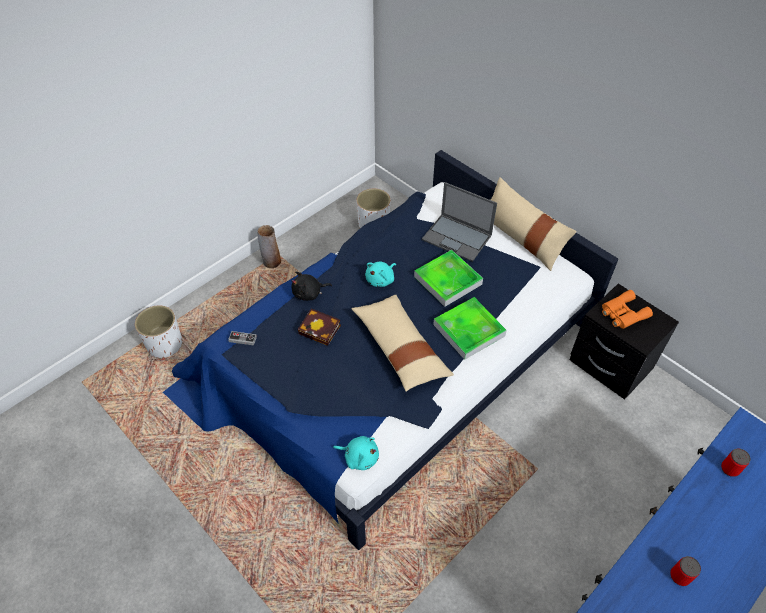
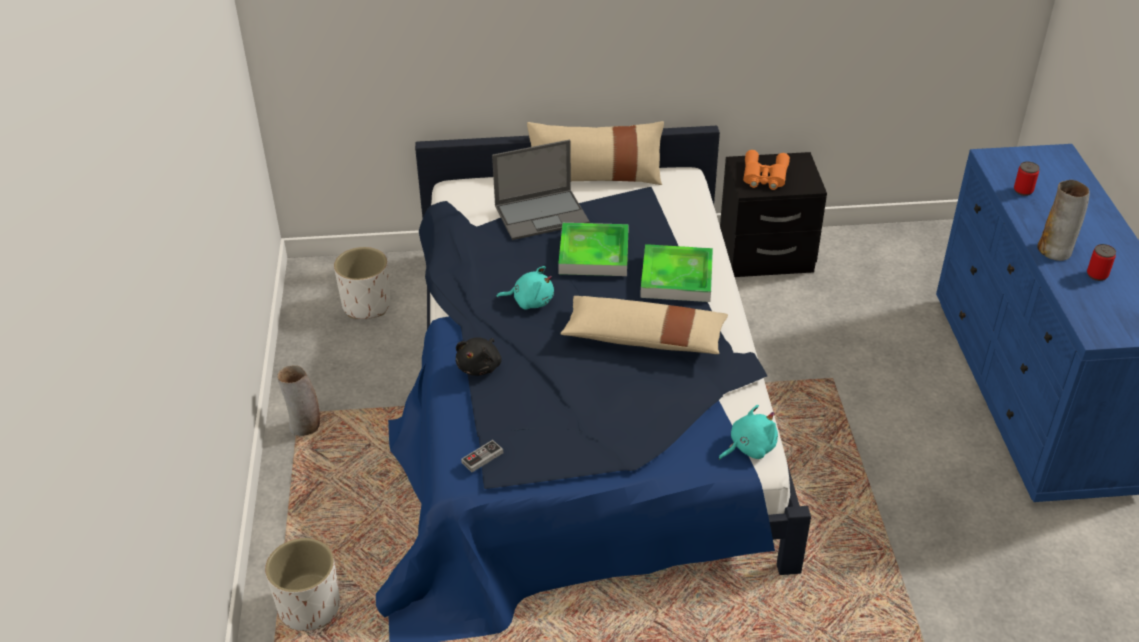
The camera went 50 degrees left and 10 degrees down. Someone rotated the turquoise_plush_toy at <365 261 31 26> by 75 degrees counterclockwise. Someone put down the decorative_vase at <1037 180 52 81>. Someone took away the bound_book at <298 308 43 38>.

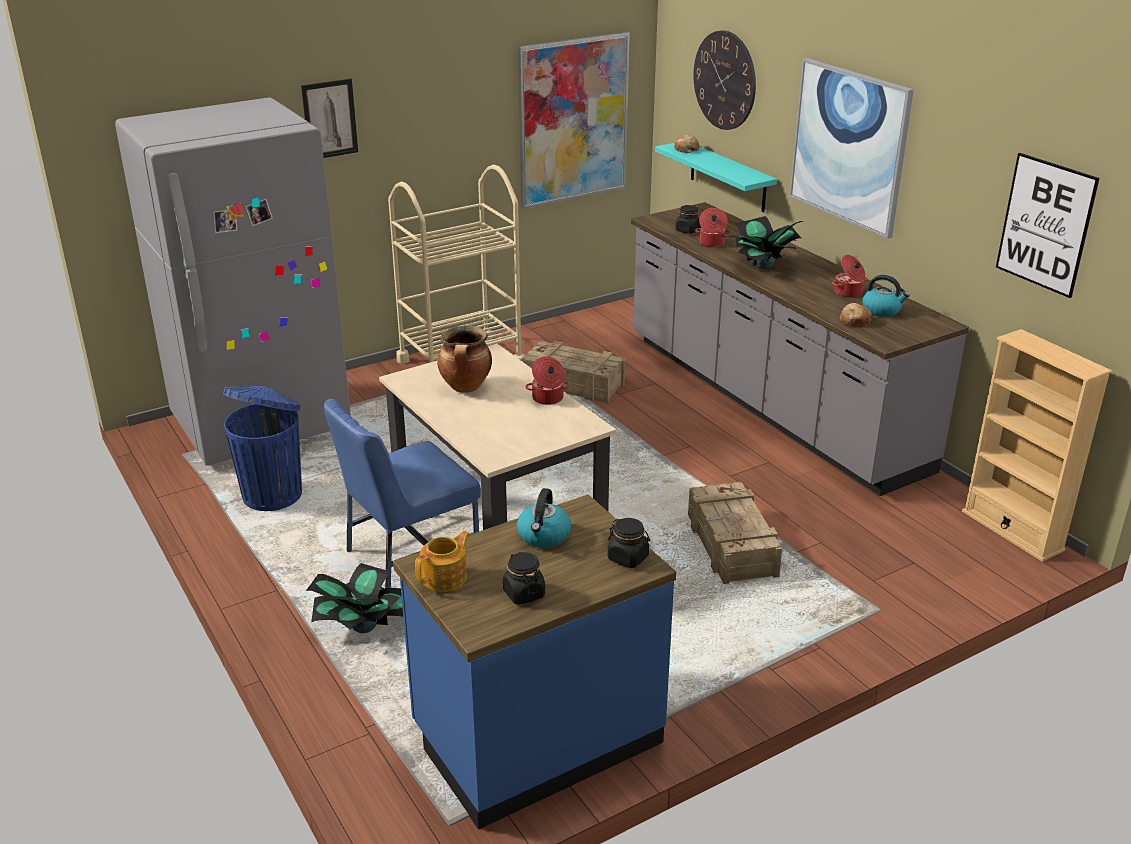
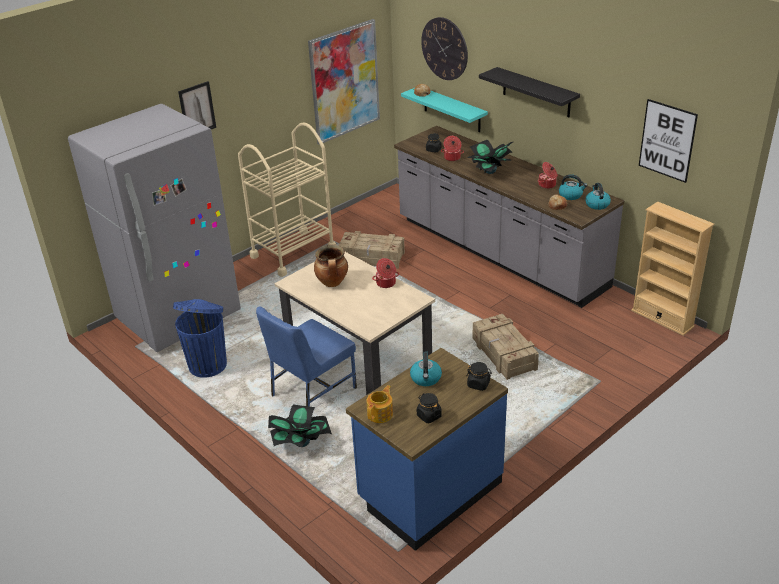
The camera went 10 degrees left and 5 degrees up. Someone swapped the wall_picture at <789 58 125 181> for the black_wall_shelf at <479 67 101 50>. Someone put down the tea_kettle at <585 183 26 27>.

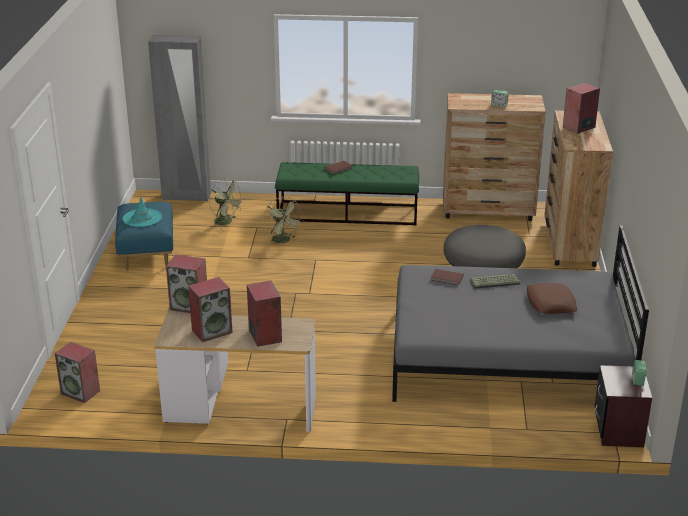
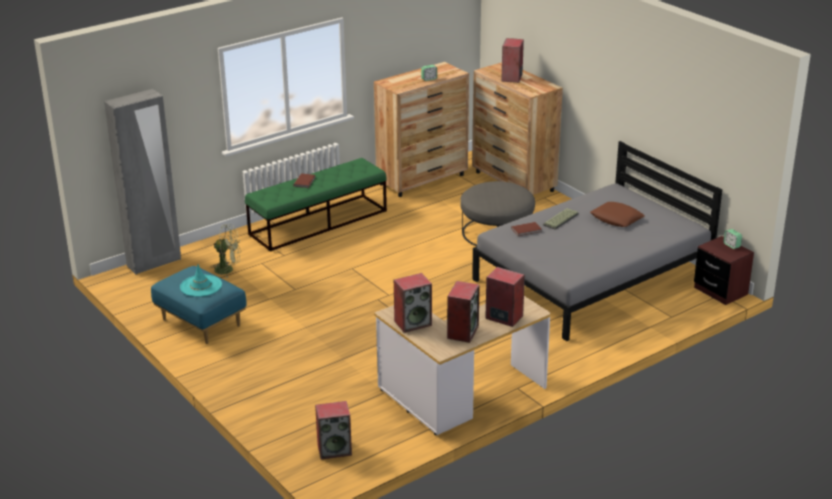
The camera went 40 degrees left and 0 degrees up. Someone took away the green-coloured_cooling_fan at <263 197 40 49>.

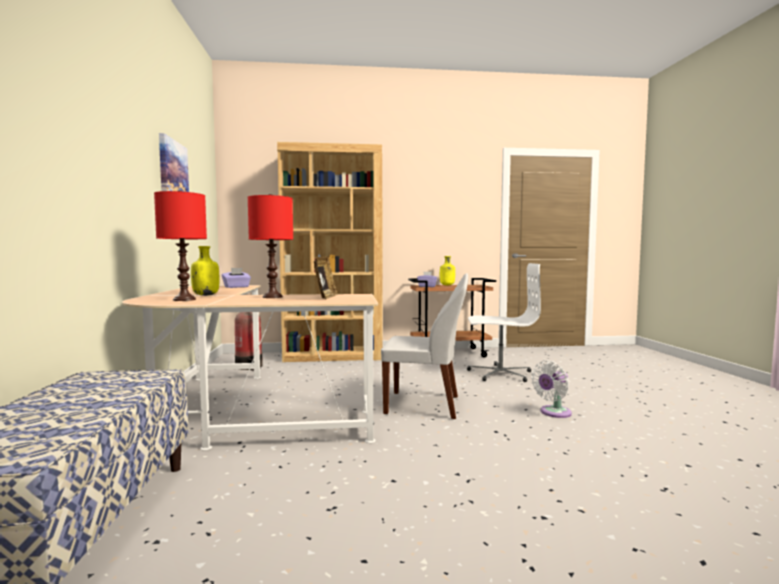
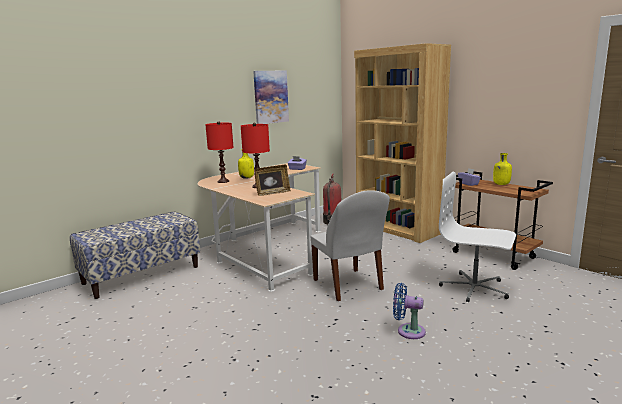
The camera went 55 degrees right and 10 degrees up. Someone repainted the whitish_cooling_fan at <531 361 41 57>, which became the blue-coloured_cooling_fan at <393 283 33 56>. Someone rotated the whitish_desk_chair at <467 263 74 119> by 150 degrees clockwise.

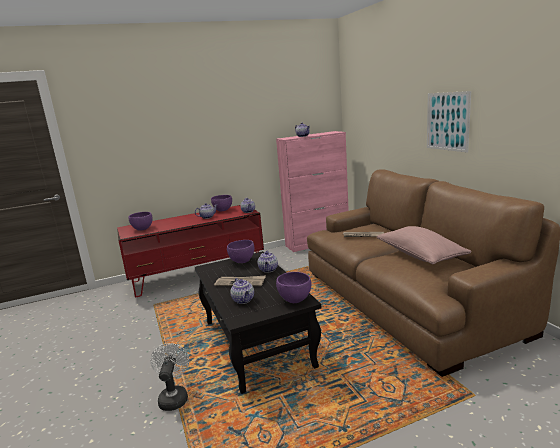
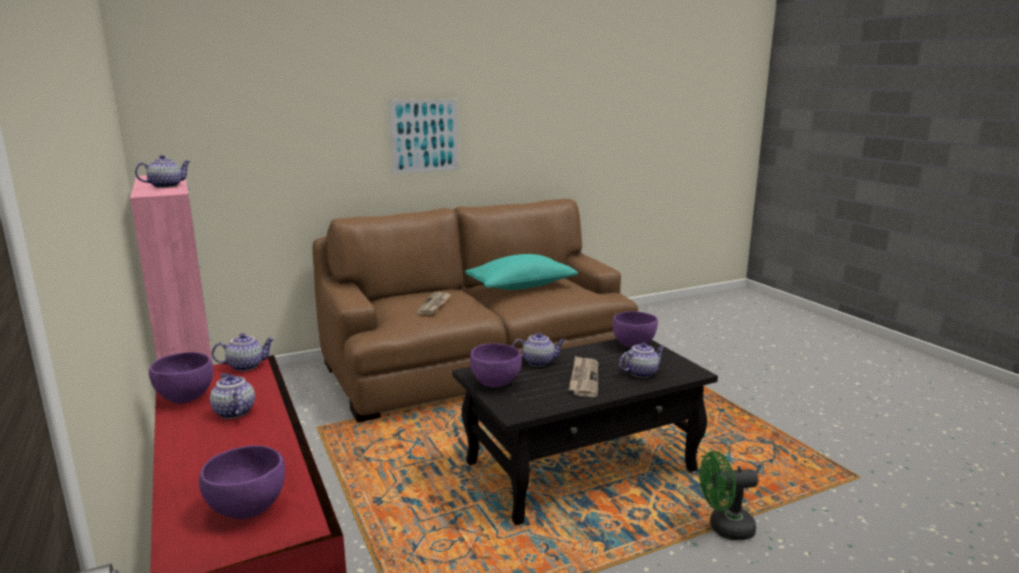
The camera went 95 degrees left and 0 degrees up. Someone repainted the pink_pillow at <376 226 96 38>, which became the turquoise_pillow at <465 254 113 36>. Someone repainted the whitish_cooling_fan at <151 343 38 68>, which became the green-coloured_cooling_fan at <700 451 58 89>.

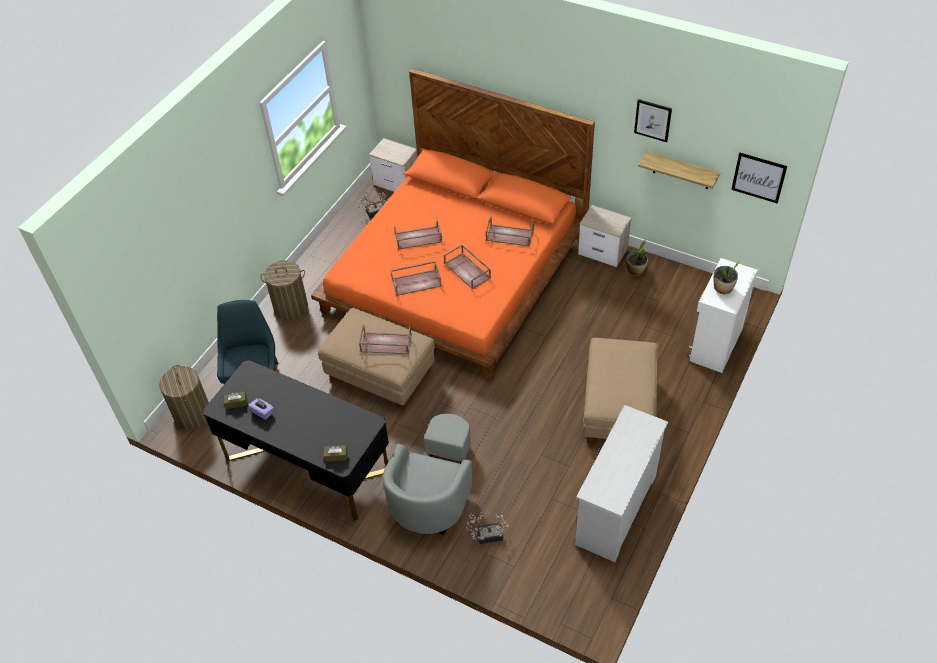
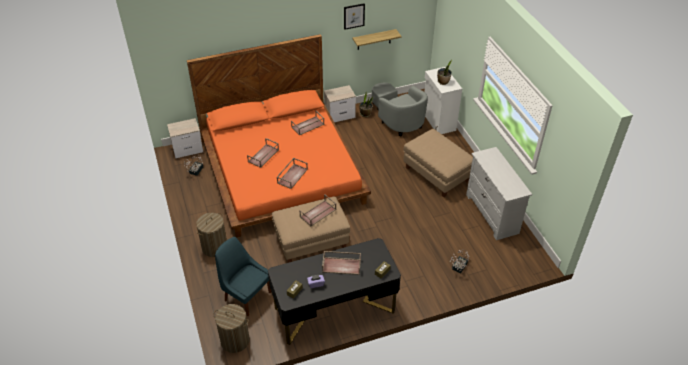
The camera went 50 degrees left and 5 degrees down. Someone carried the brown_serving_tray from <444 244 47 46> to <322 251 39 24>. Someone carried the greyish_lounge_chair from <383 414 89 122> to <372 82 56 55>. Someone took away the wall_picture at <731 152 56 52>.

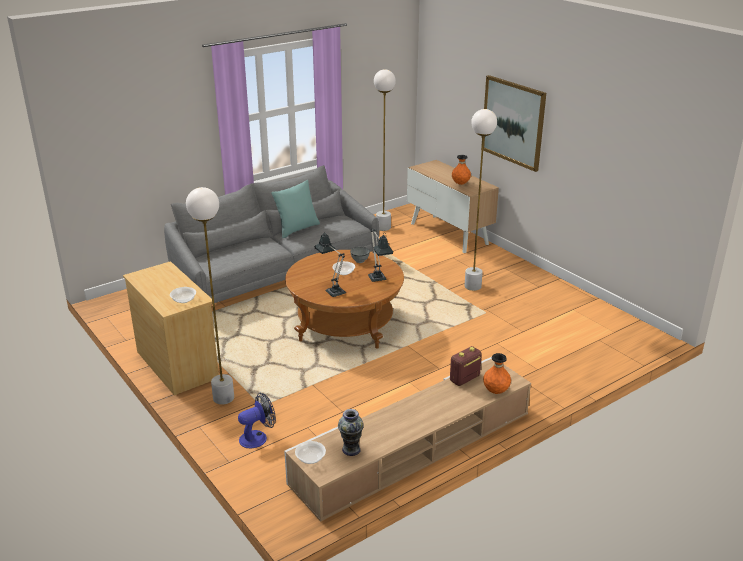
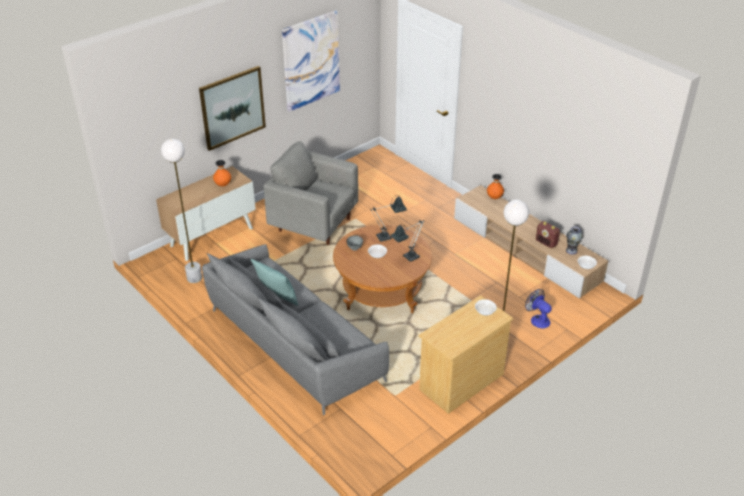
The camera went 95 degrees left and 10 degrees up. Someone swapped the whitish_standing_lamp at <465 109 32 182> for the greyish_lounge_chair at <264 141 94 104>. Someone put up the wall_picture at <282 10 58 102>. Someone carried the radio_set from <450 346 32 40> to <536 221 24 27>.

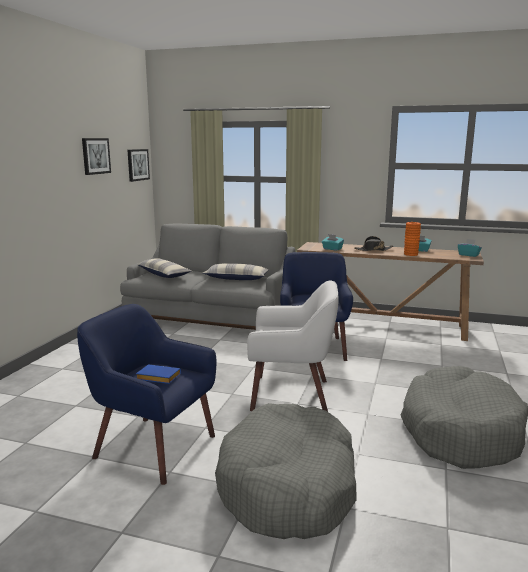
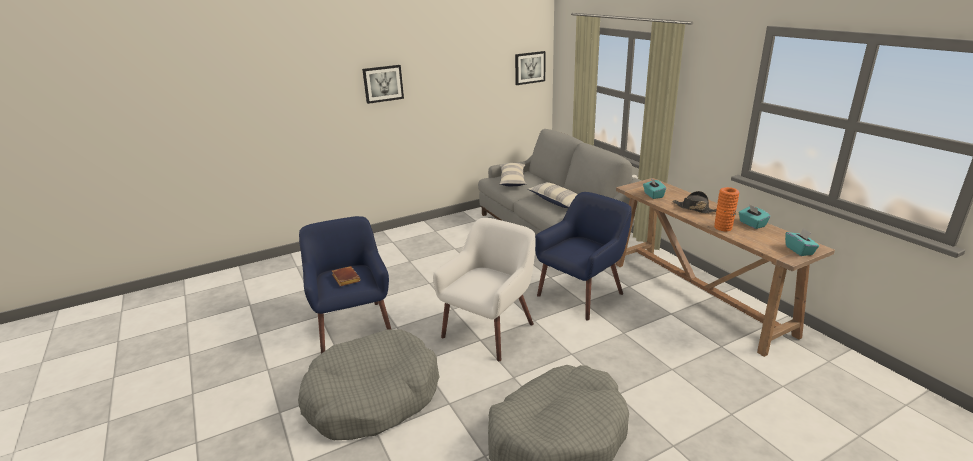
The camera went 45 degrees right and 10 degrees up. Someone repainted the blue-coloured_bound_book at <136 364 45 20>, which became the brown_bound_book at <332 266 29 20>. Someone carried the wall_picture from <82 138 29 37> to <362 65 42 39>. Someone rotated the whitish_lounge_chair at <247 280 92 132> by 105 degrees counterclockwise.

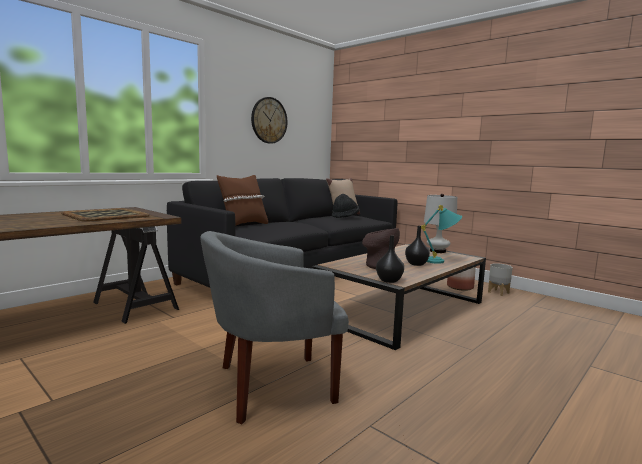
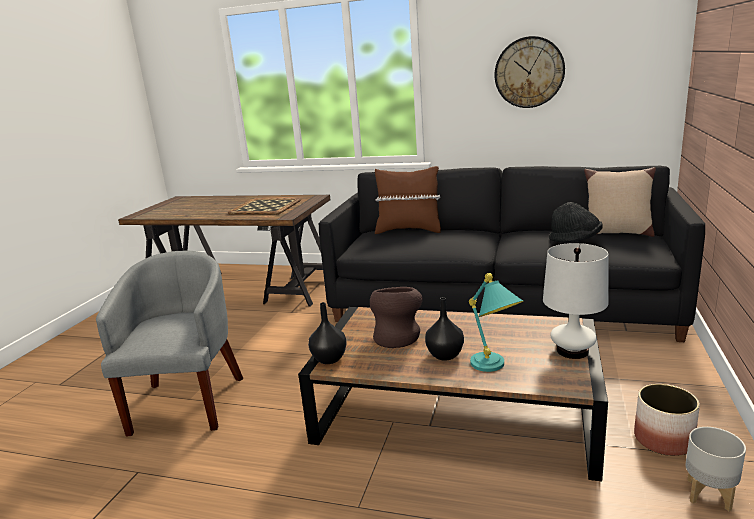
The camera went 65 degrees right and 10 degrees up. Someone rotated the greyish_lounge_chair at <200 231 149 193> by 45 degrees clockwise.

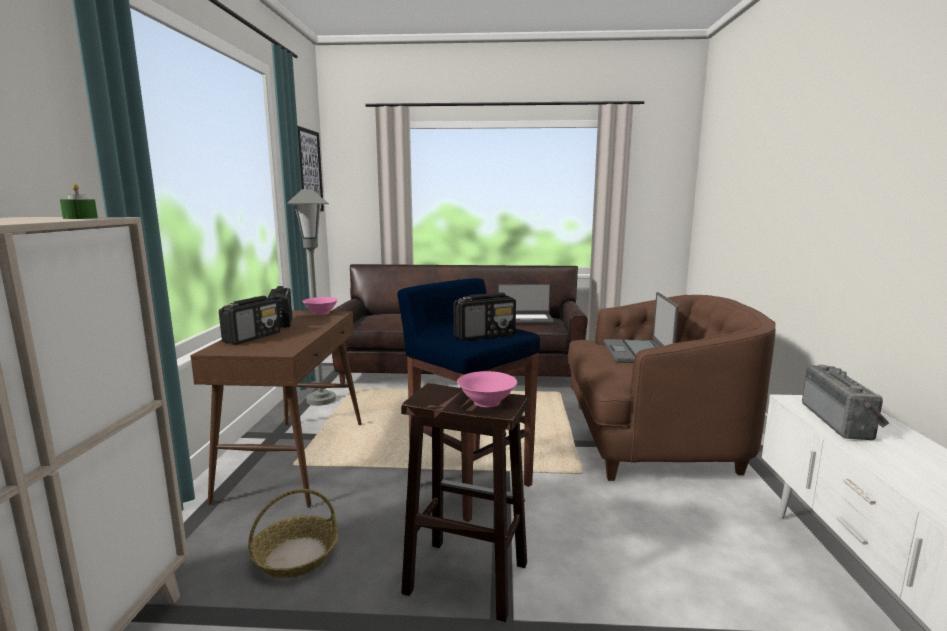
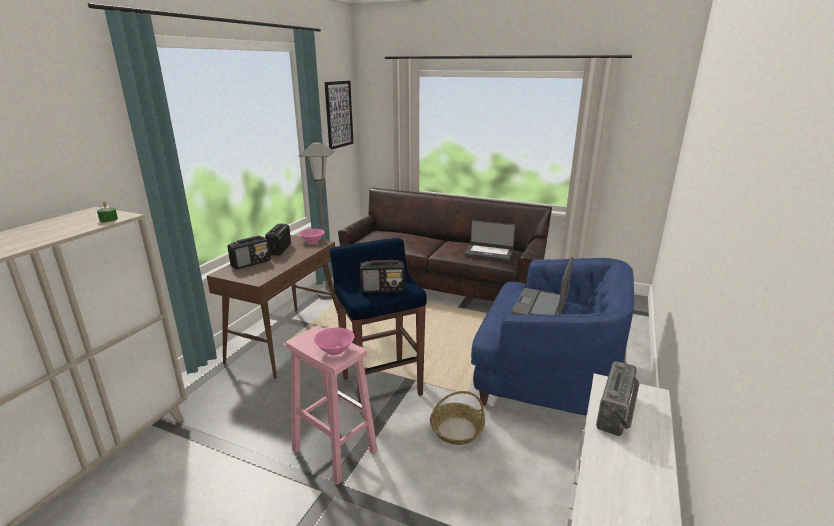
The camera went 20 degrees right and 10 degrees up. Someone repainted the brown_sitting_stool at <401 383 128 239>, which became the pink_sitting_stool at <286 326 92 159>. Someone carried the household_basket from <248 489 90 89> to <430 391 55 54>. Someone repainted the brown_lounge_chair at <568 295 208 186>, which became the blue-coloured_lounge_chair at <471 258 163 158>.

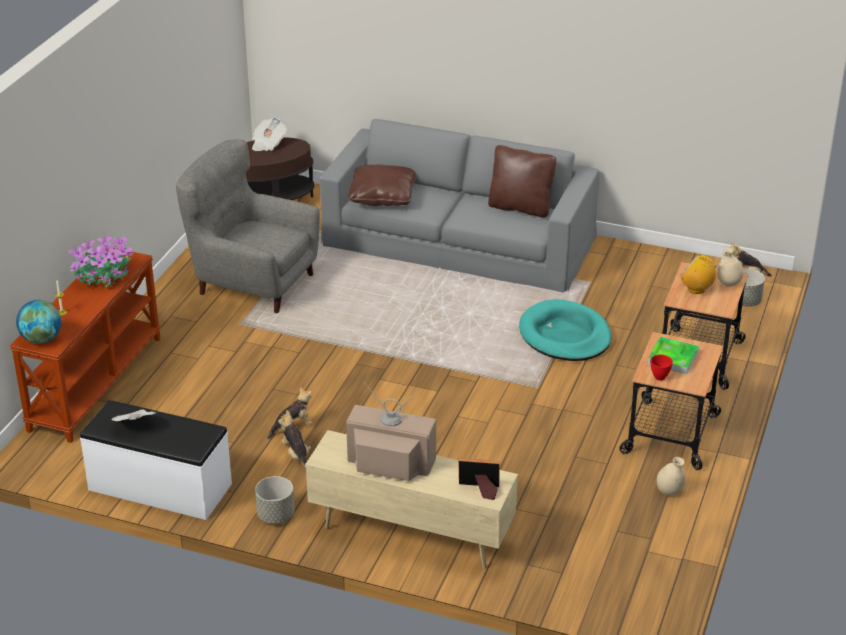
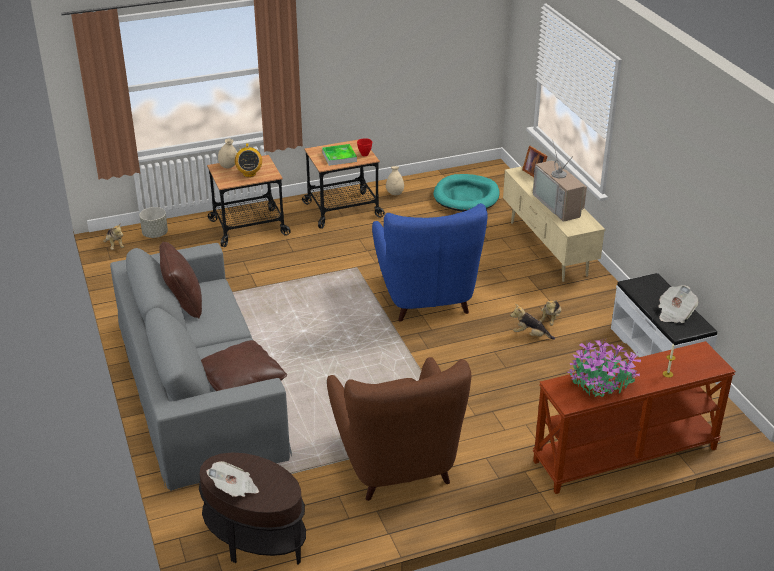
The camera went 130 degrees left and 0 degrees up. Someone repainted the greyish_lounge_chair at <176 139 144 174>, which became the brown_lounge_chair at <327 357 144 144>. Someone put down the blue-coloured_lounge_chair at <372 203 116 118>. Someone carried the turquoise_dog_bed from <519 299 92 62> to <433 174 67 38>. Someone took away the desk_globe at <16 300 45 44>. Someone took away the greyish_flower_pot at <255 476 40 48>.

